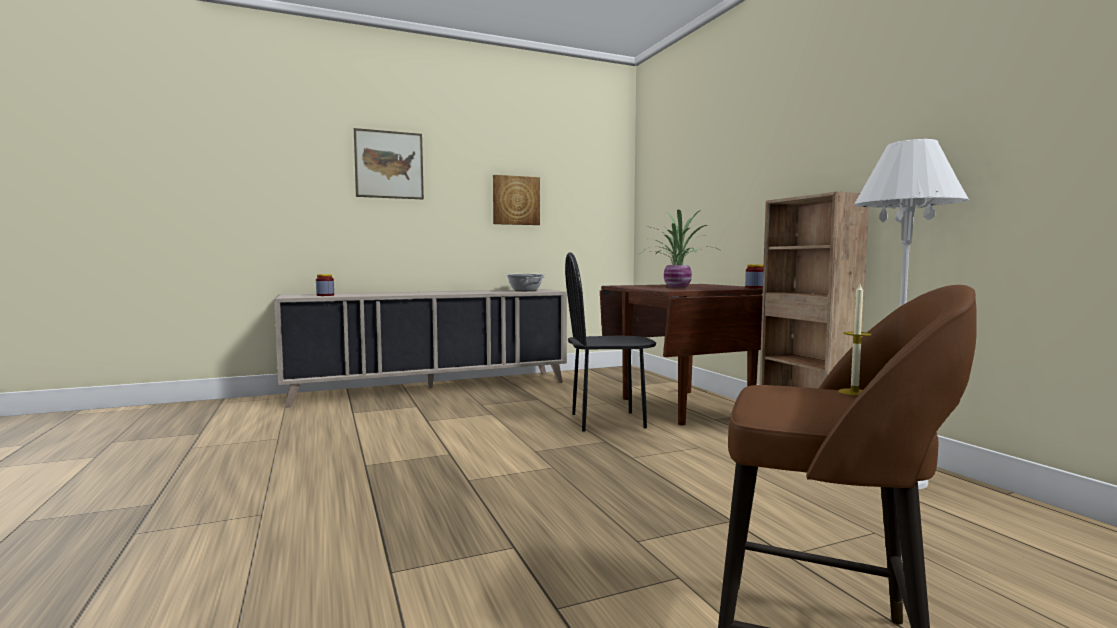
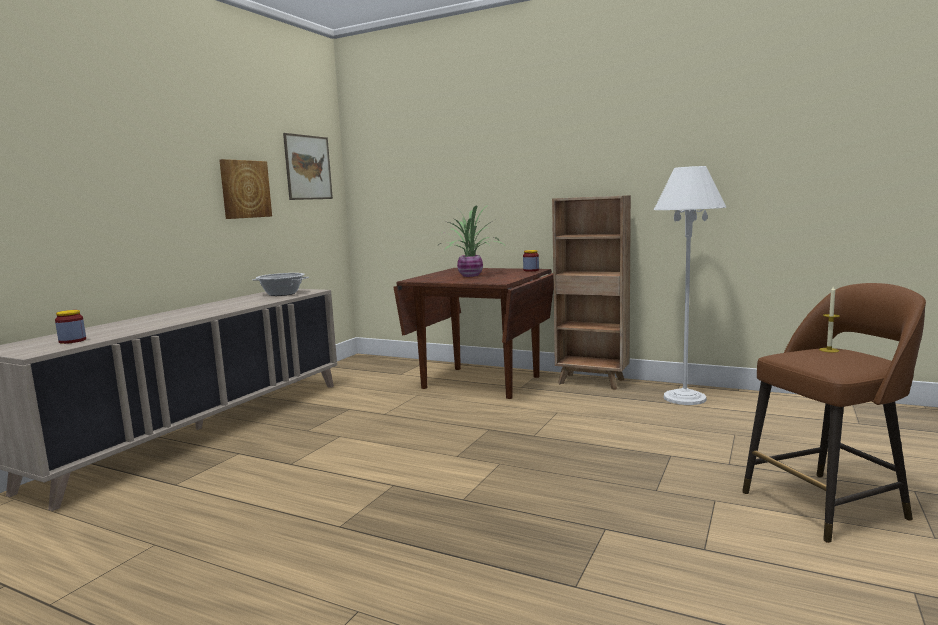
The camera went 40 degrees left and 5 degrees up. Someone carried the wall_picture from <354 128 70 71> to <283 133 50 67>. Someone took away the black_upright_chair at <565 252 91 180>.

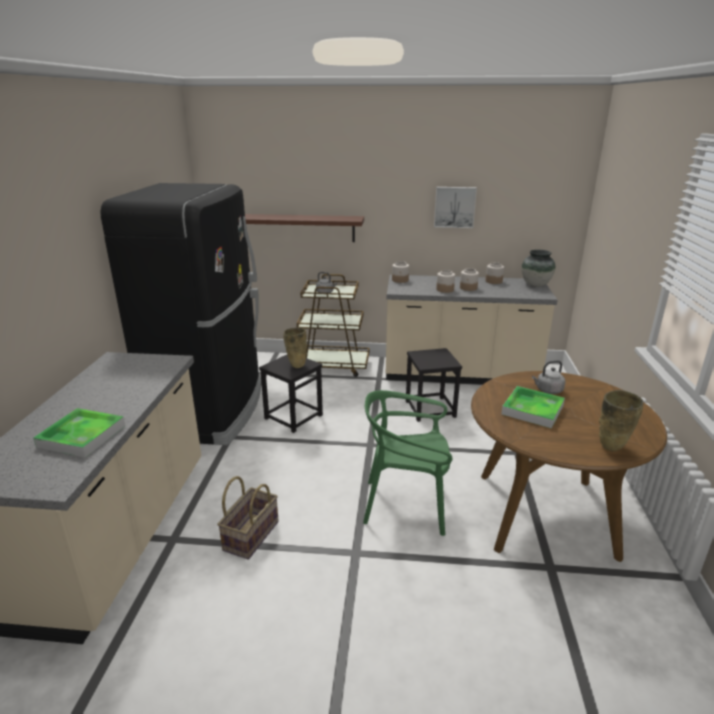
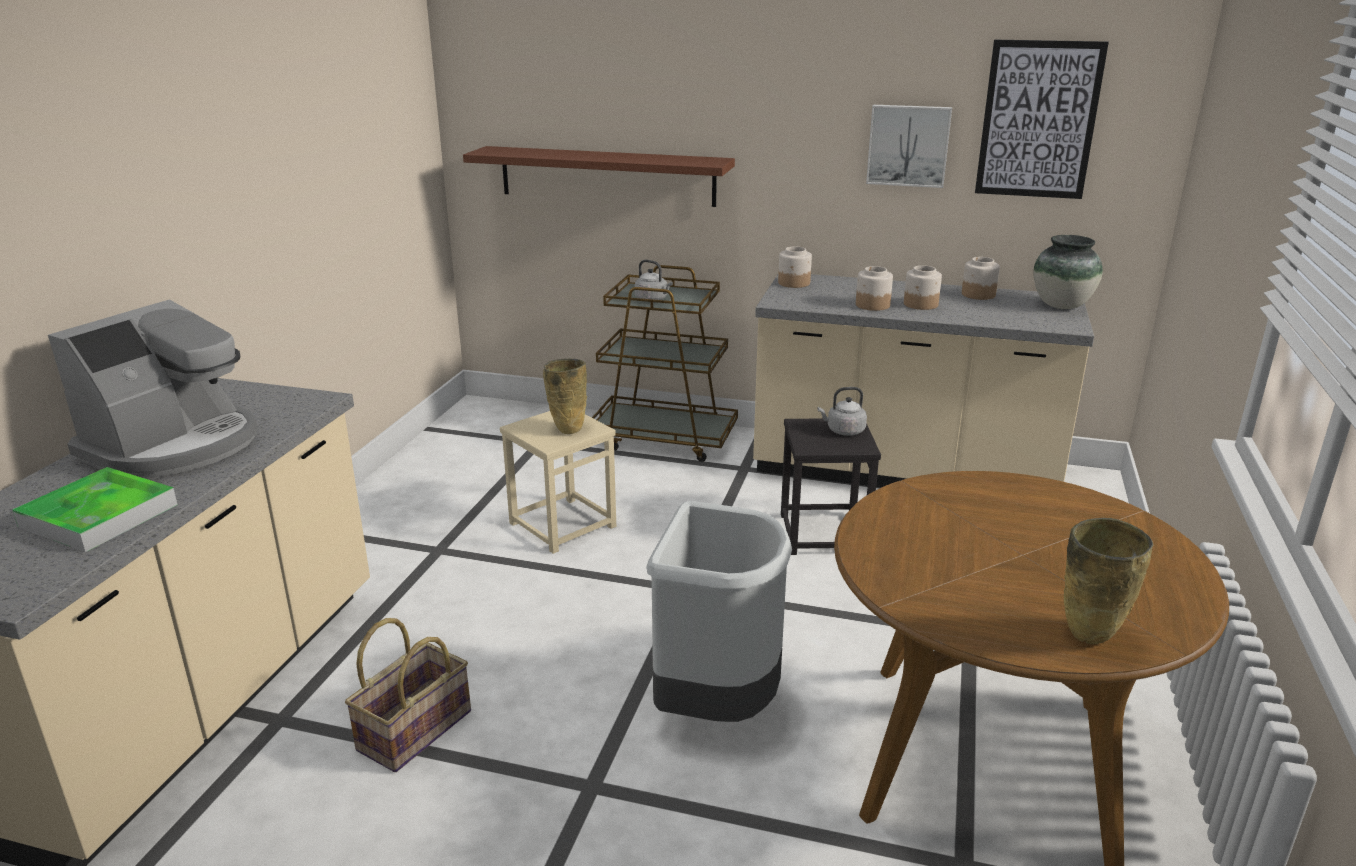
The camera went 10 degrees right and 0 degrees up. Someone put down the coffee_brewer at <48 299 210 179>. Someone repainted the black_sitting_stool at <259 355 64 78>, which became the beige_sitting_stool at <500 411 116 143>. Someone swapped the green-coloured_upright_chair at <363 390 89 146> for the greyish_trash_can at <646 501 146 221>. Someone carried the greyish_tea_kettle from <532 360 33 34> to <817 387 50 49>. Someone put up the wall_picture at <975 40 134 159>. Someone took away the black_kitchen_fridge at <100 183 161 262>. Someone took away the serving_tray at <501 386 64 42>.

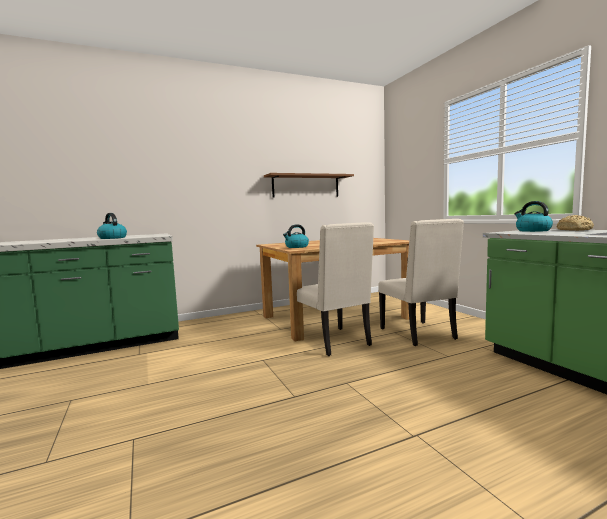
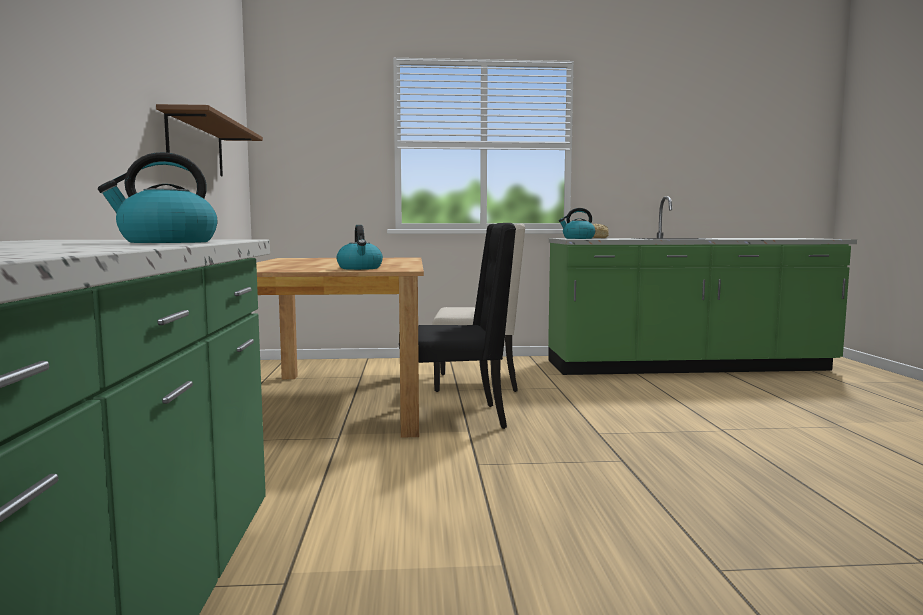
The camera went 70 degrees left and 0 degrees up. Someone repainted the beige_upright_chair at <297 222 77 134>, which became the black_upright_chair at <399 223 117 206>.

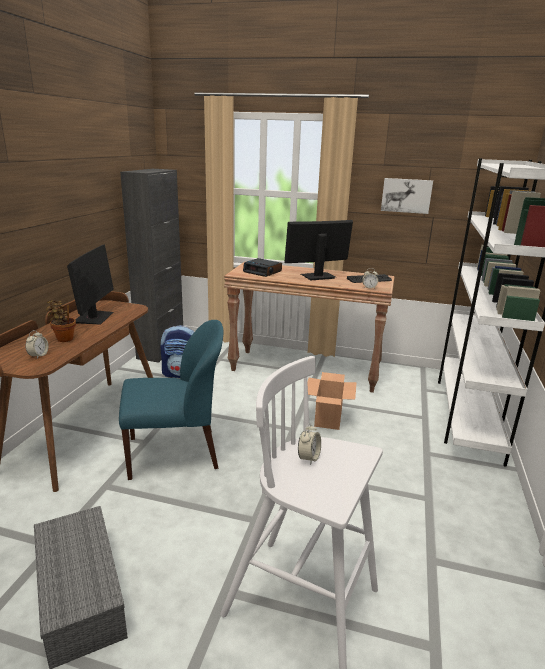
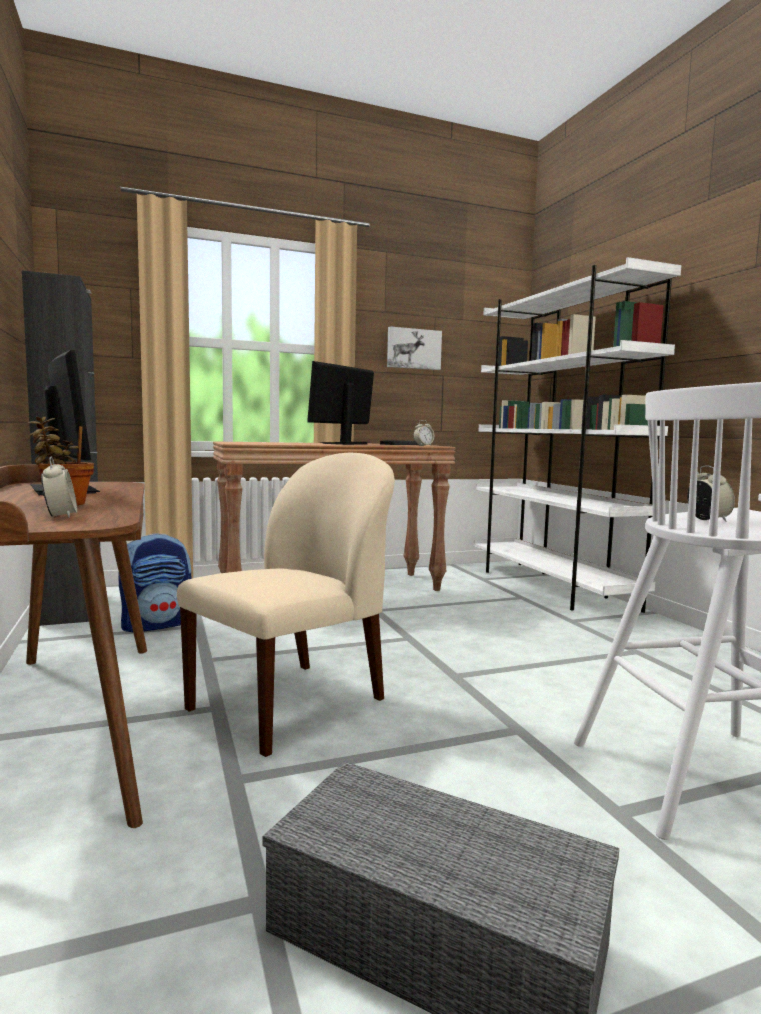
The camera went 35 degrees left and 15 degrees down. Someone repainted the blue-coloured_upright_chair at <119 320 105 160>, which became the beige_upright_chair at <177 453 218 304>. Someone took away the alarm_clock at <243 258 39 19>. Someone took away the packing_box at <307 372 50 58>.

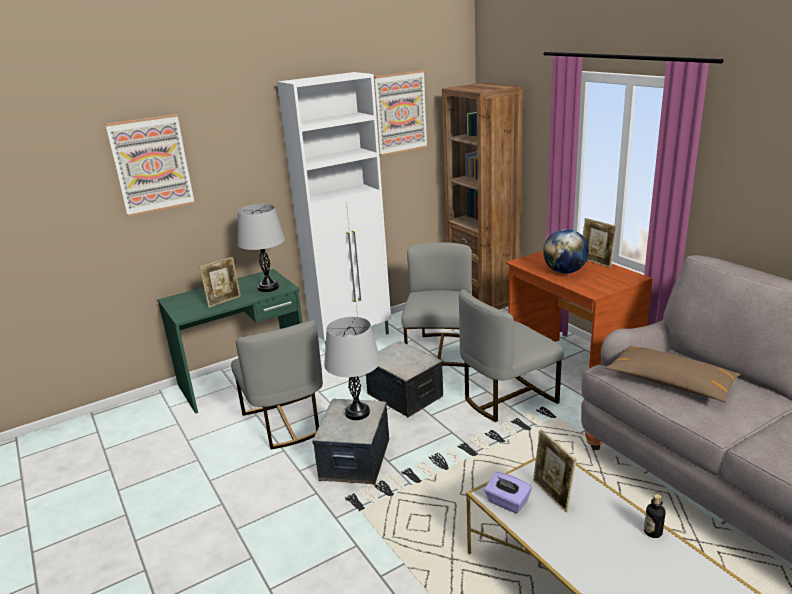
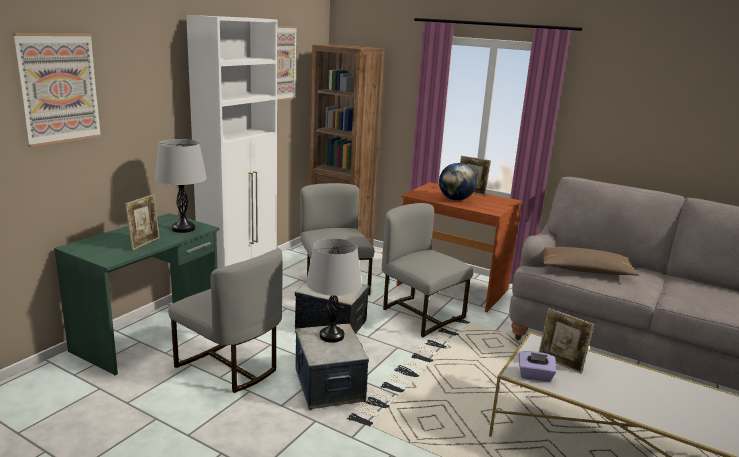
The camera went 30 degrees left and 5 degrees down. Someone rotated the greyish_upright_chair at <459 290 105 132> by 105 degrees clockwise. Someone took away the drink_bottle at <644 494 22 44>.

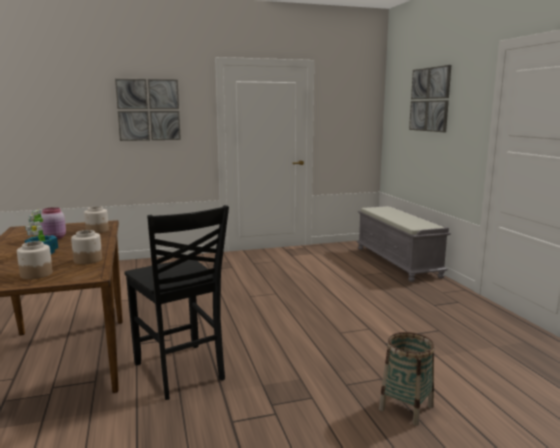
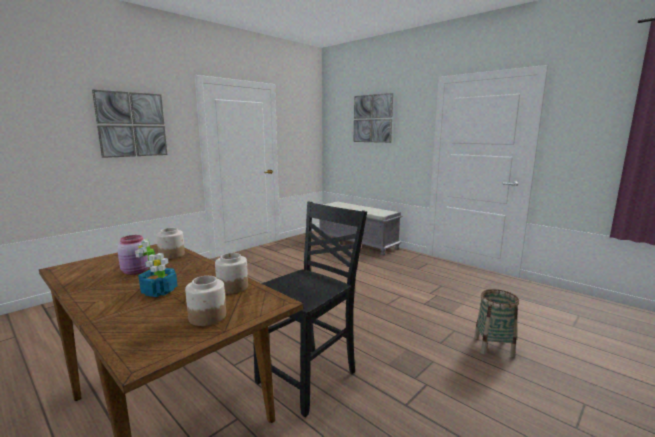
The camera went 30 degrees left and 0 degrees up. Someone rotated the black_upright_chair at <124 205 105 195> by 75 degrees counterclockwise.

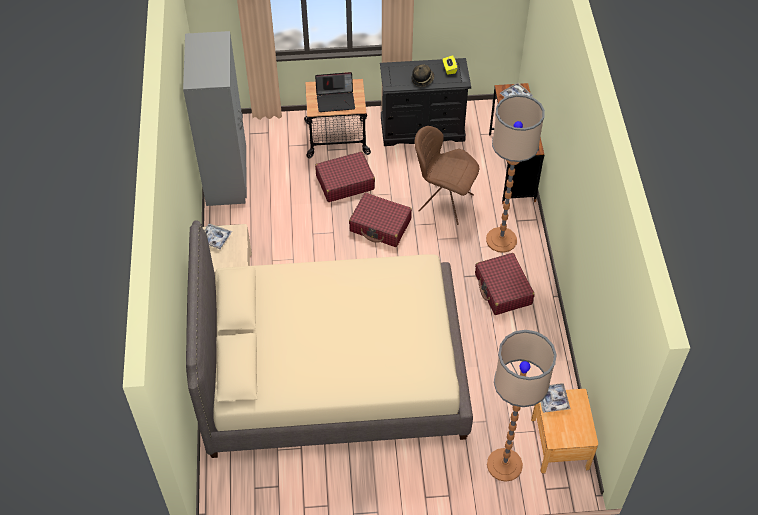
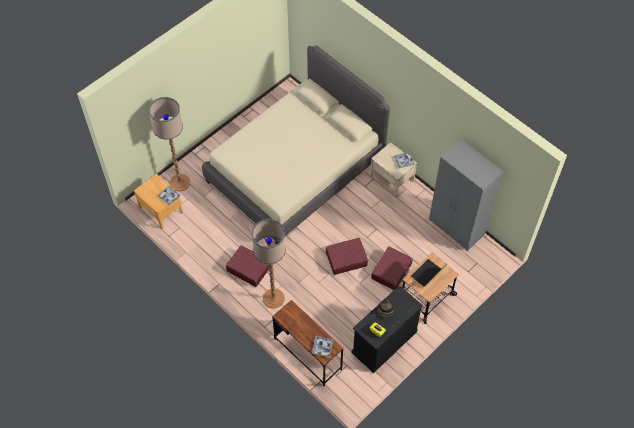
The camera went 140 degrees right and 5 degrees up. Someone took away the brown_upright_chair at <414 126 66 99>.

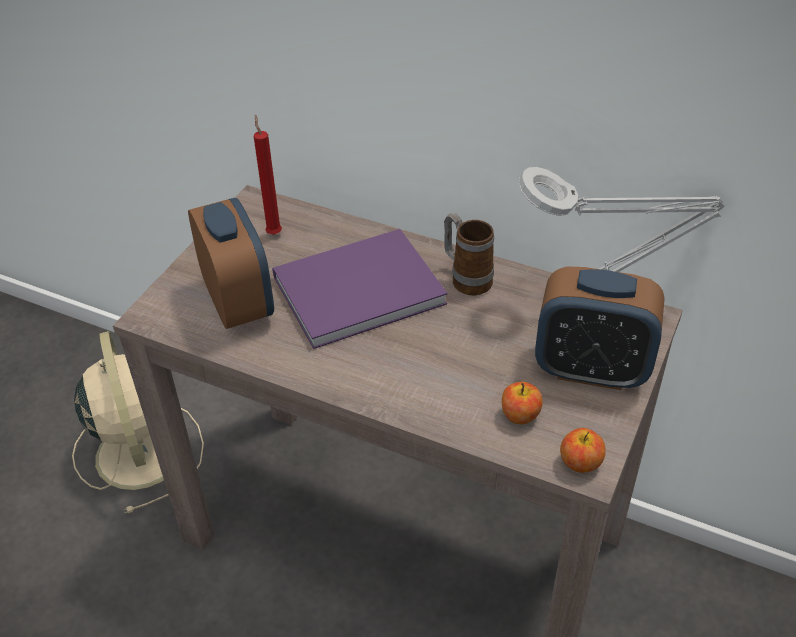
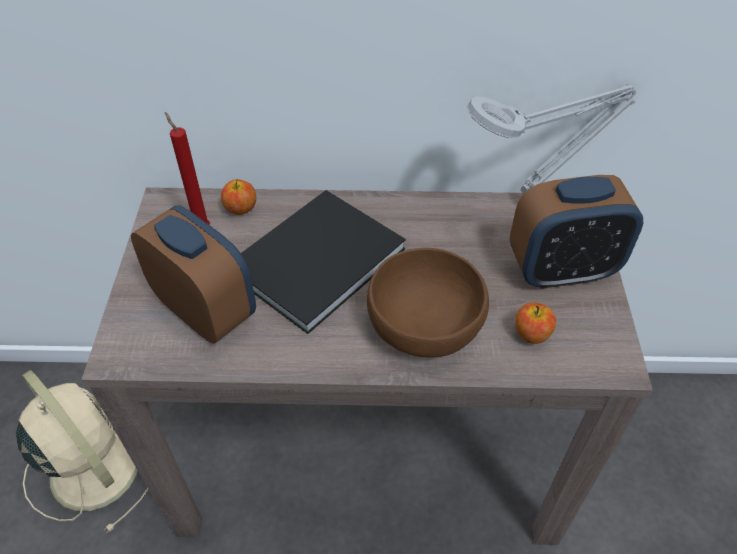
The camera went 25 degrees left and 5 degrees up. Someone carried the apple from <560 428 46 45> to <221 179 35 36>. Someone repainted the purple_bound_book at <272 229 175 120>, which became the black_bound_book at <241 190 165 144>. Someone put down the brown_deep_dish at <367 248 122 110>. Someone took away the coffee_mug at <444 213 50 82>.

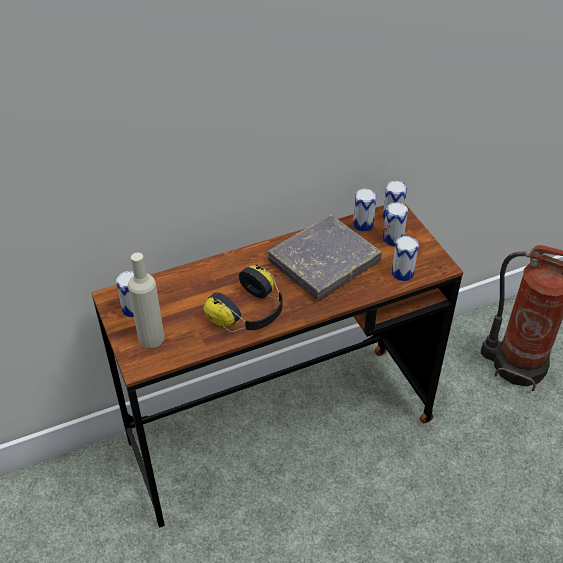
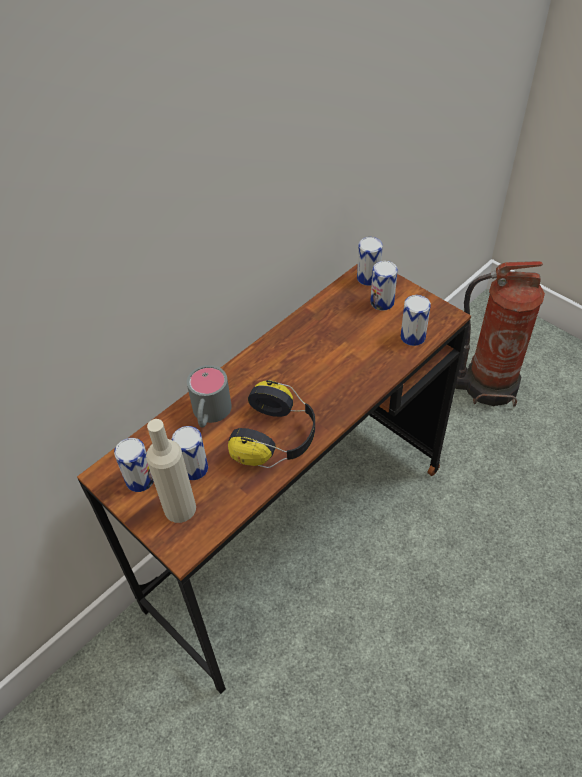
The camera went 20 degrees left and 5 degrees up. Someone carried the sealed_can from <353 188 24 44> to <172 426 36 54>. Someone put down the greyish_coffee_mug at <187 365 45 62>. Someone took away the greyish_bound_book at <268 214 114 86>.

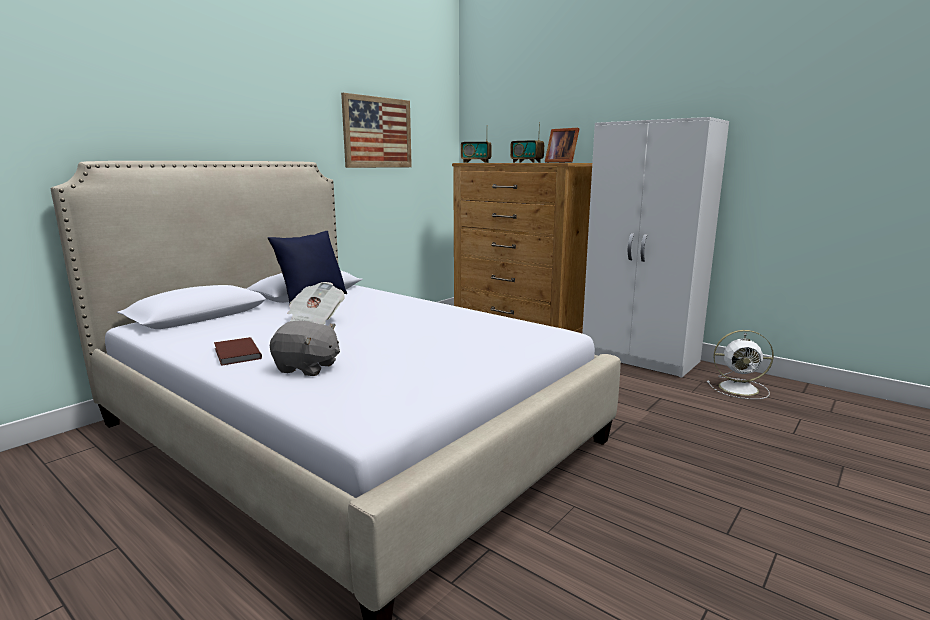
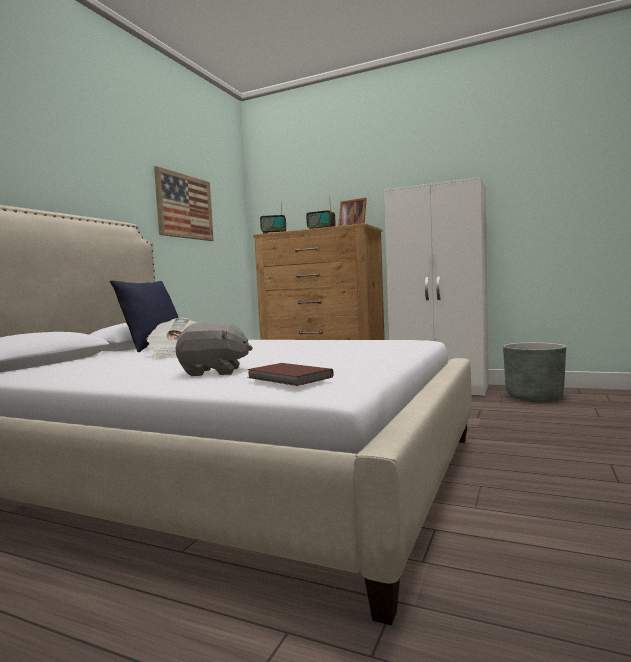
The camera went 15 degrees left and 10 degrees down. Someone carried the brown_bound_book from <214 337 48 29> to <247 363 87 23>. Someone swapped the whitish_cooling_fan at <707 330 67 69> for the greyish_flower_pot at <503 342 63 59>.

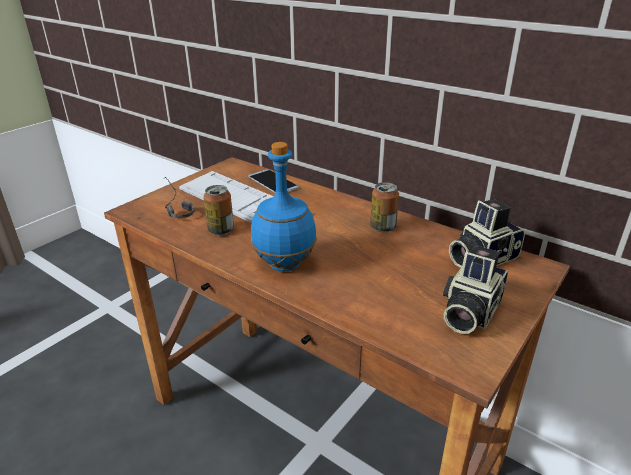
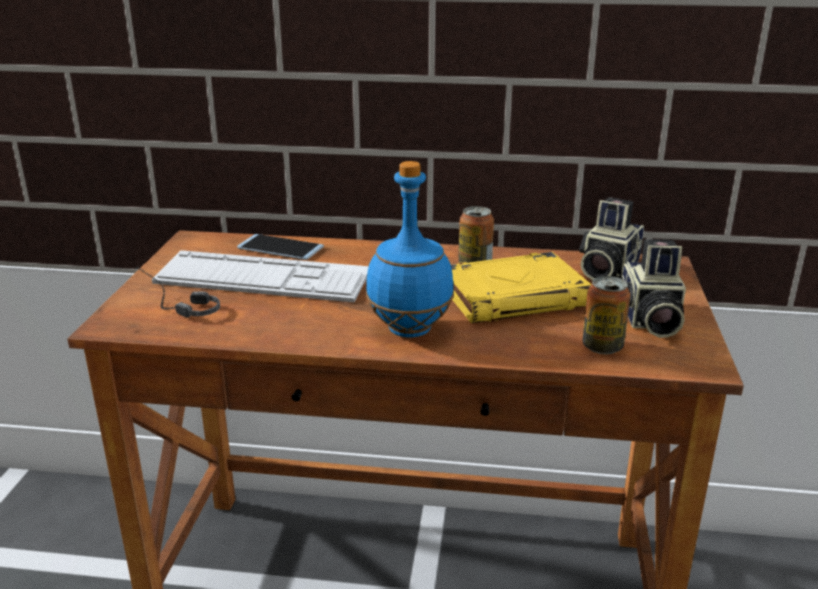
The camera went 30 degrees left and 5 degrees down. Someone put down the yellow_bound_book at <451 252 140 71>. Someone carried the sealed_can from <203 185 31 50> to <583 276 47 78>.

